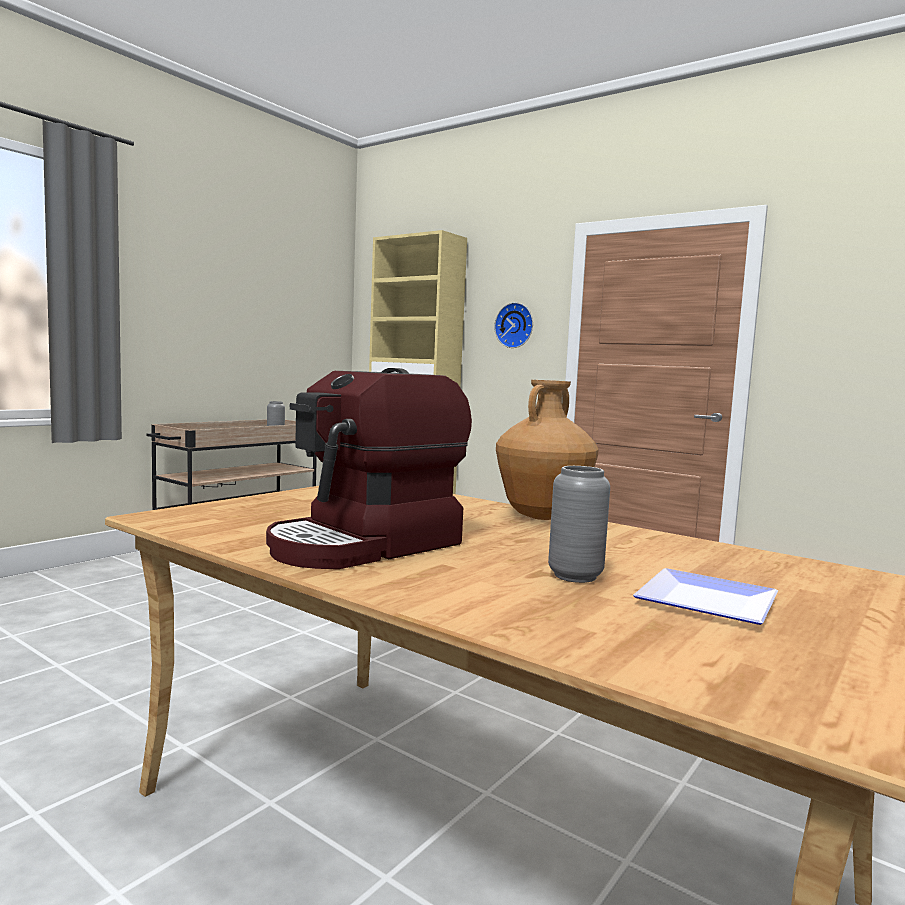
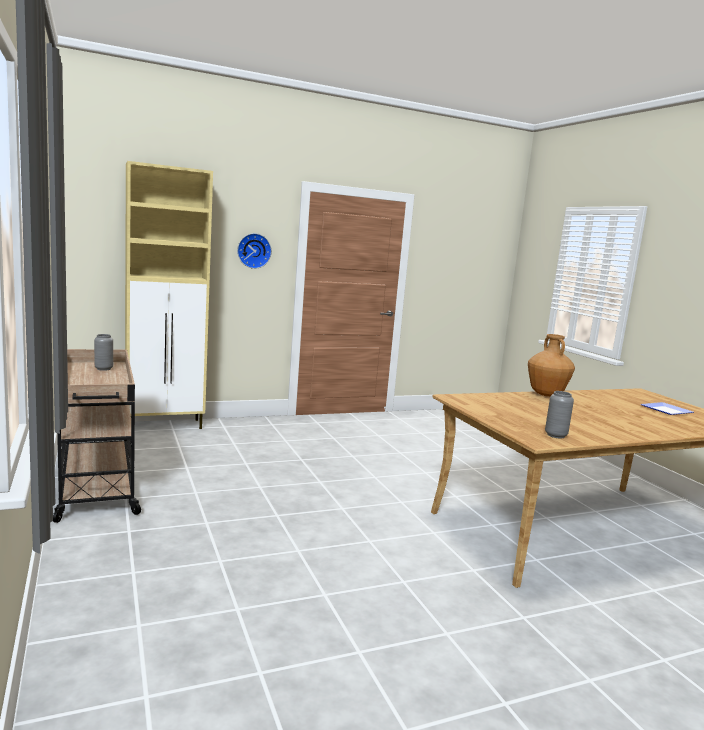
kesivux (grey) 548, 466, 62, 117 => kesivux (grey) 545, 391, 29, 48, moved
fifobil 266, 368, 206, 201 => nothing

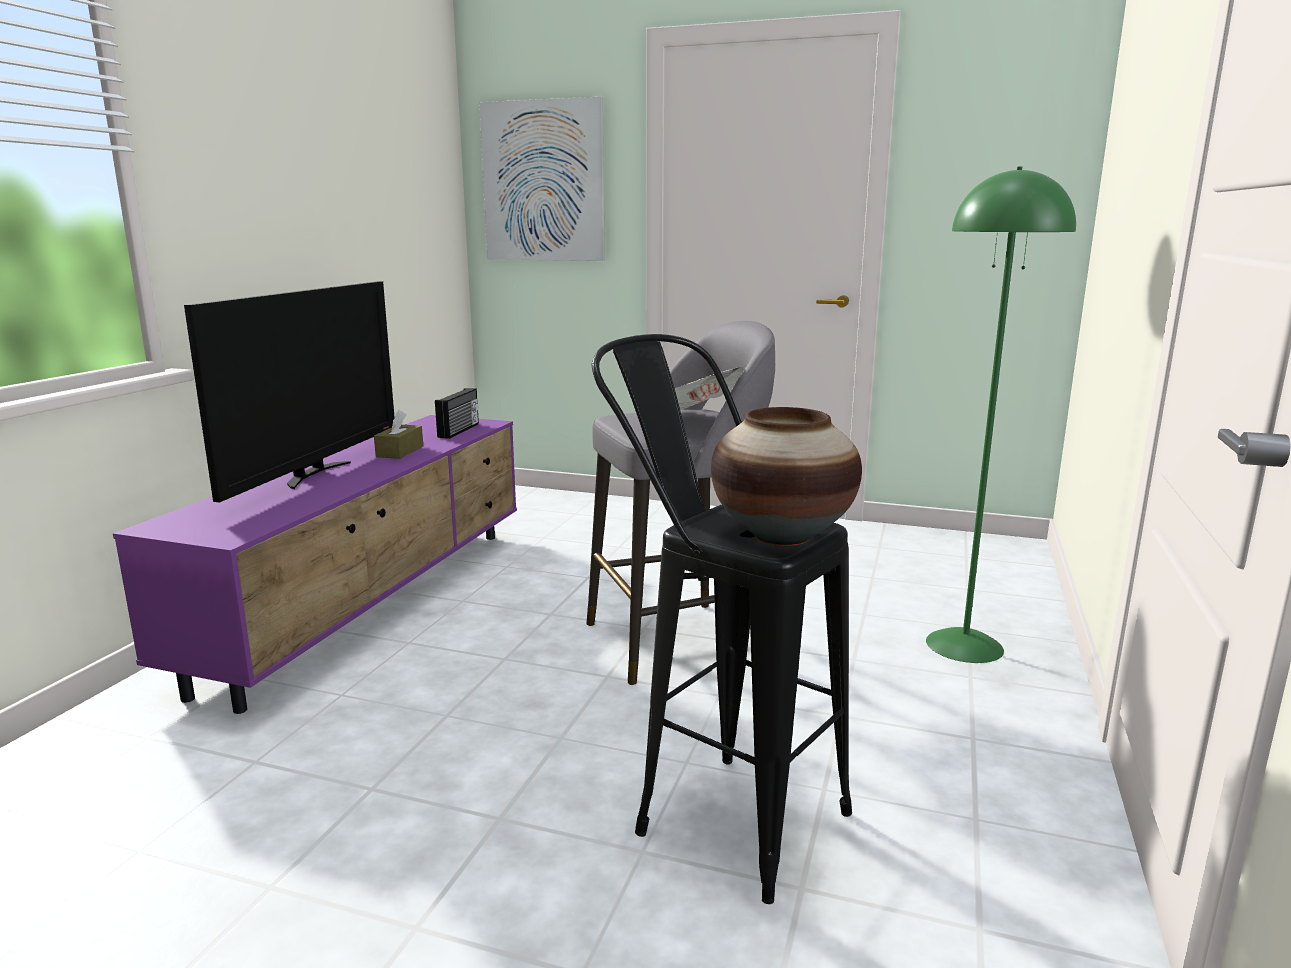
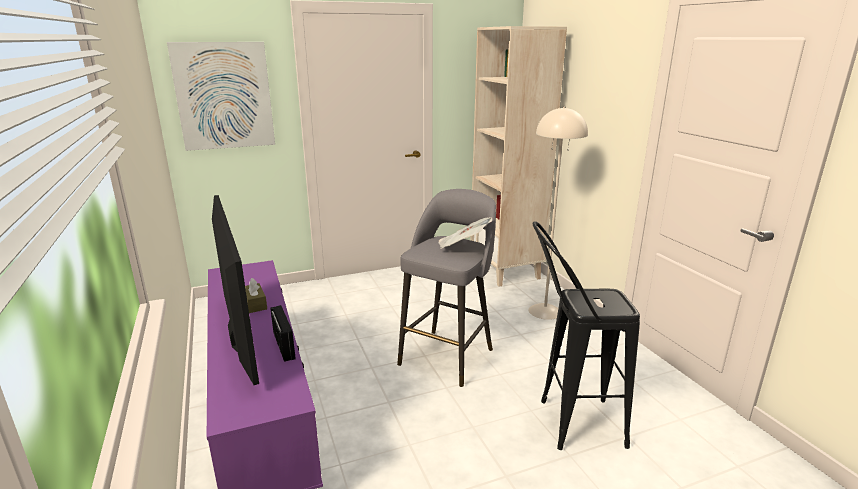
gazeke 435, 388, 44, 51 => gazeke 270, 305, 26, 57, moved
nothing => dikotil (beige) 471, 26, 96, 260
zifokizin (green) 926, 166, 150, 497 => zifokizin (beige) 529, 107, 59, 213
kesivux 711, 407, 151, 139 => nothing

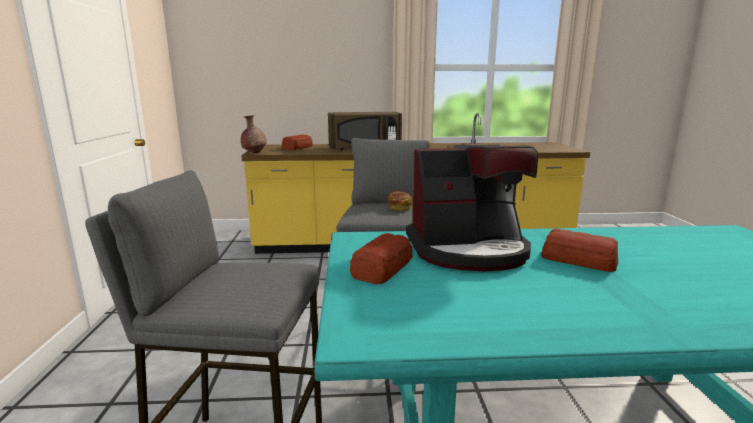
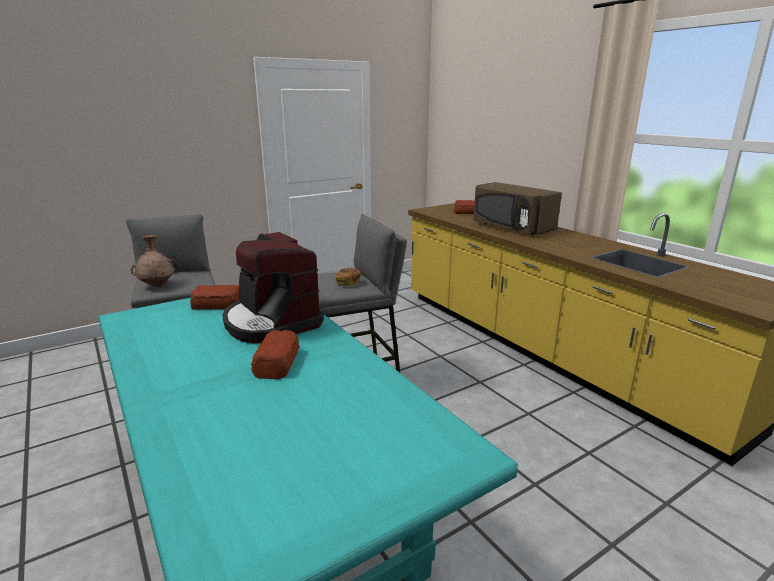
kesivux (brown) 241, 115, 26, 38 => kesivux (brown) 131, 235, 46, 52, moved

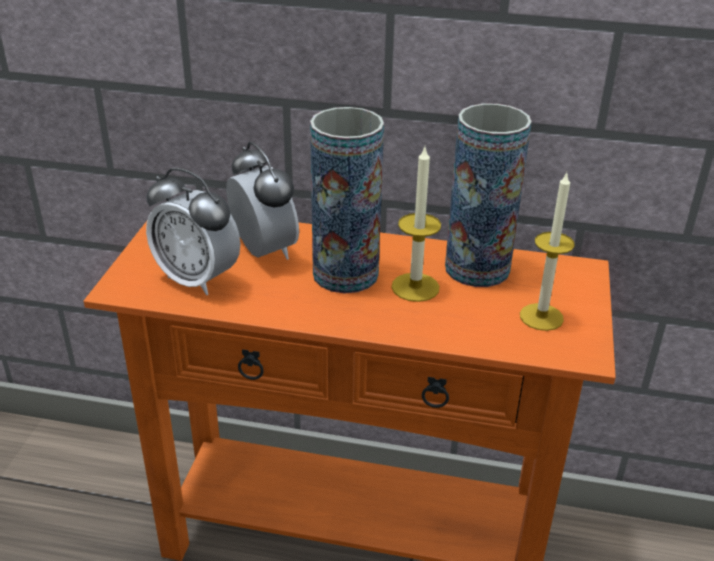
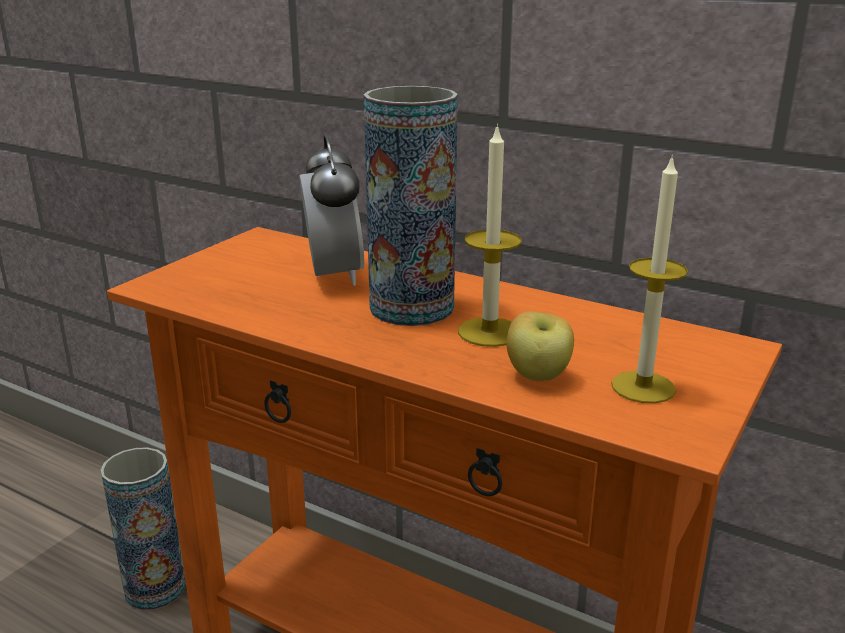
kesivux 445, 103, 87, 184 => kesivux 101, 447, 85, 163, moved
nothing => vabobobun 507, 311, 67, 70
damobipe 146, 168, 95, 127 => nothing

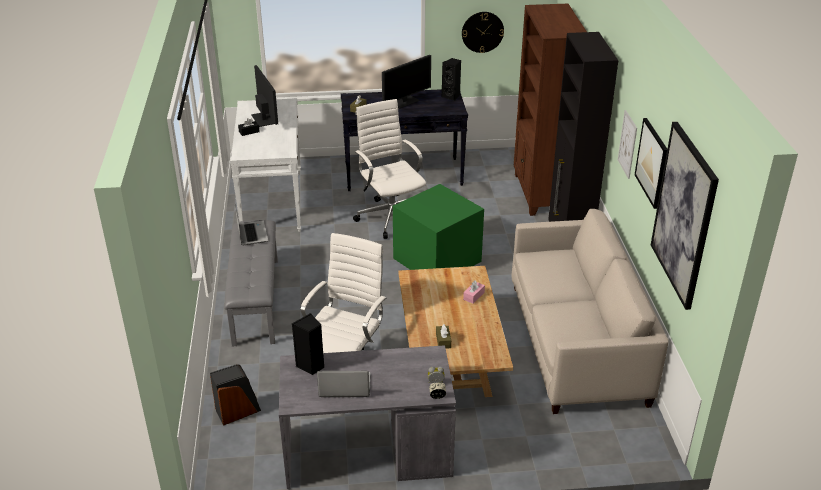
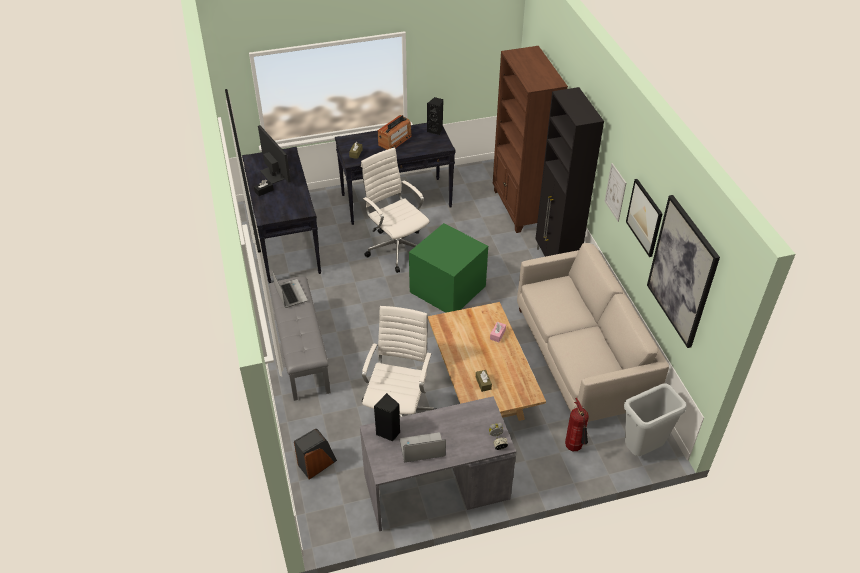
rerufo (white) 230, 98, 71, 134 => rerufo (black) 242, 147, 79, 136
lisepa 382, 55, 49, 54 => gazeke 378, 115, 34, 35
nothing => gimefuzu 565, 398, 24, 53
nothing => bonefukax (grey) 624, 384, 63, 72
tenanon 462, 12, 42, 41 => nothing

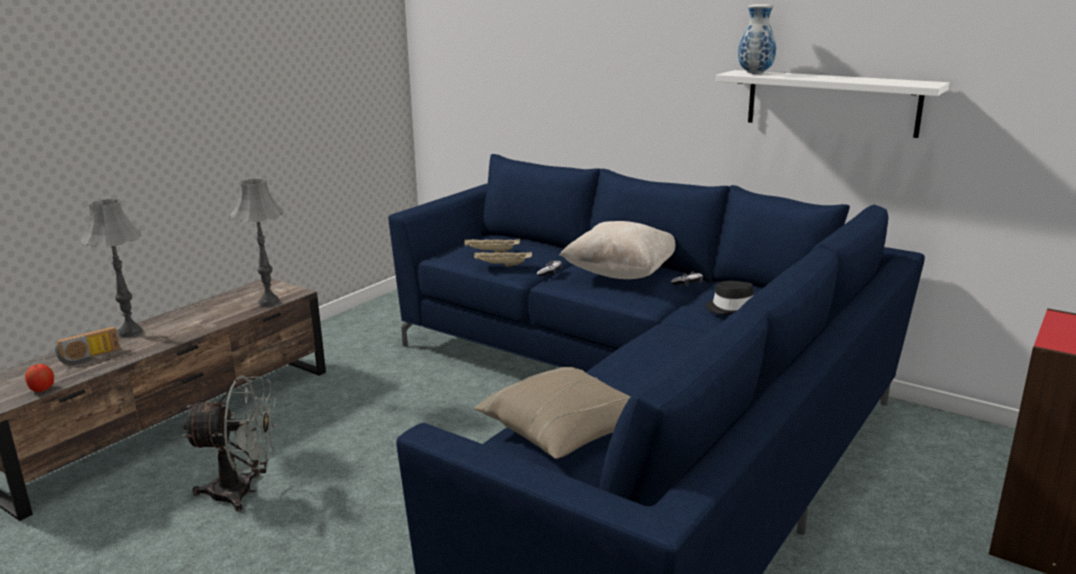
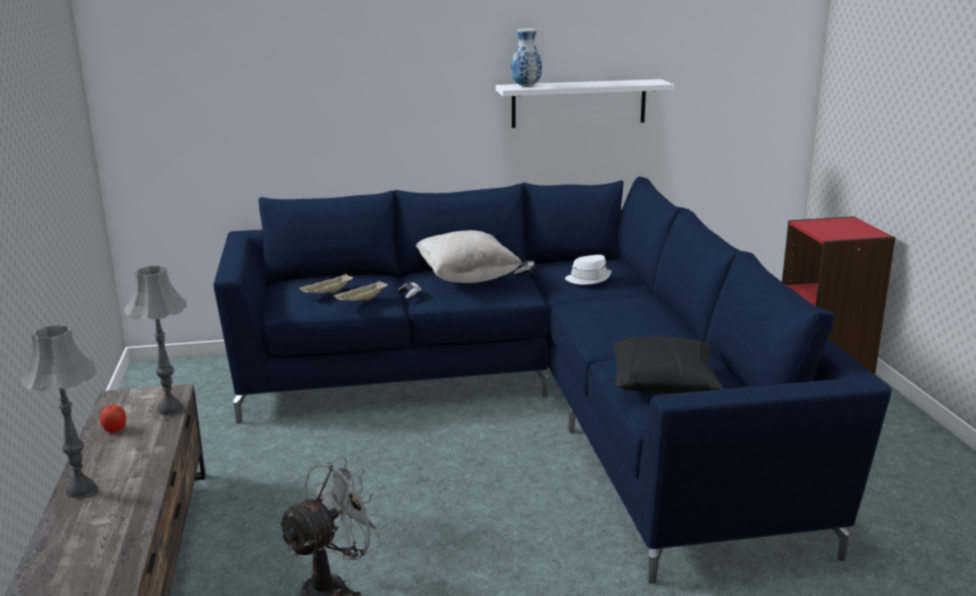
vabobobun 25, 364, 29, 28 => vabobobun 100, 405, 27, 28, moved
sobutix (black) 706, 281, 48, 34 => sobutix (white) 565, 255, 47, 30
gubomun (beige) 474, 367, 157, 92 => gubomun (black) 614, 336, 109, 58
gazeke 55, 326, 65, 39 => nothing

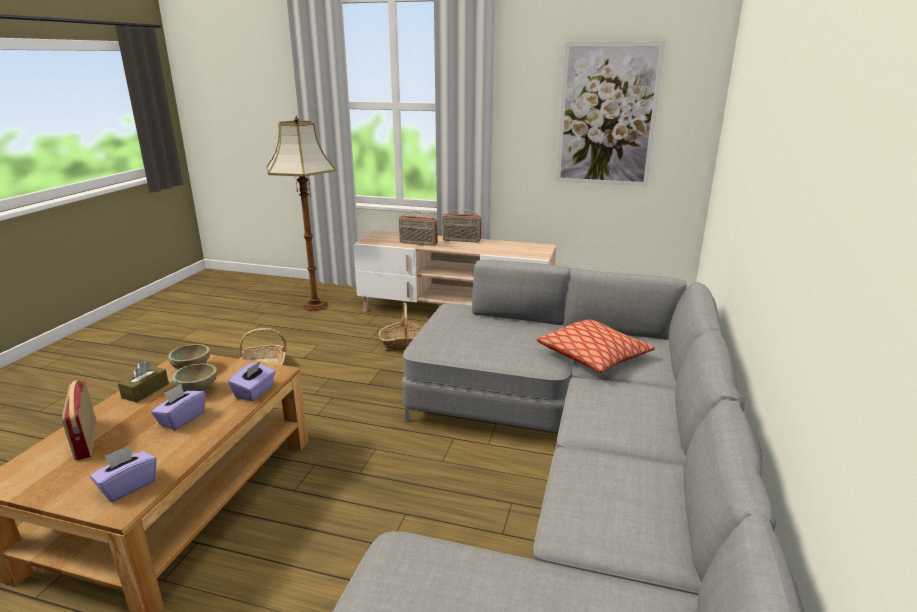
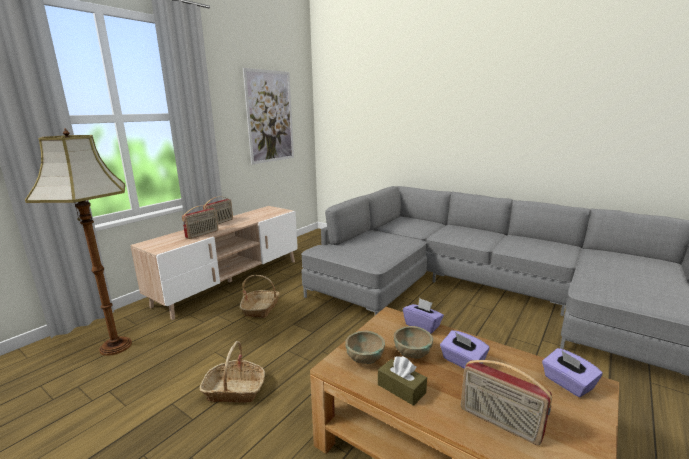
gazeke 62, 380, 34, 80 => gazeke 461, 360, 91, 85, 45 degrees clockwise
gubomun 537, 319, 118, 54 => nothing

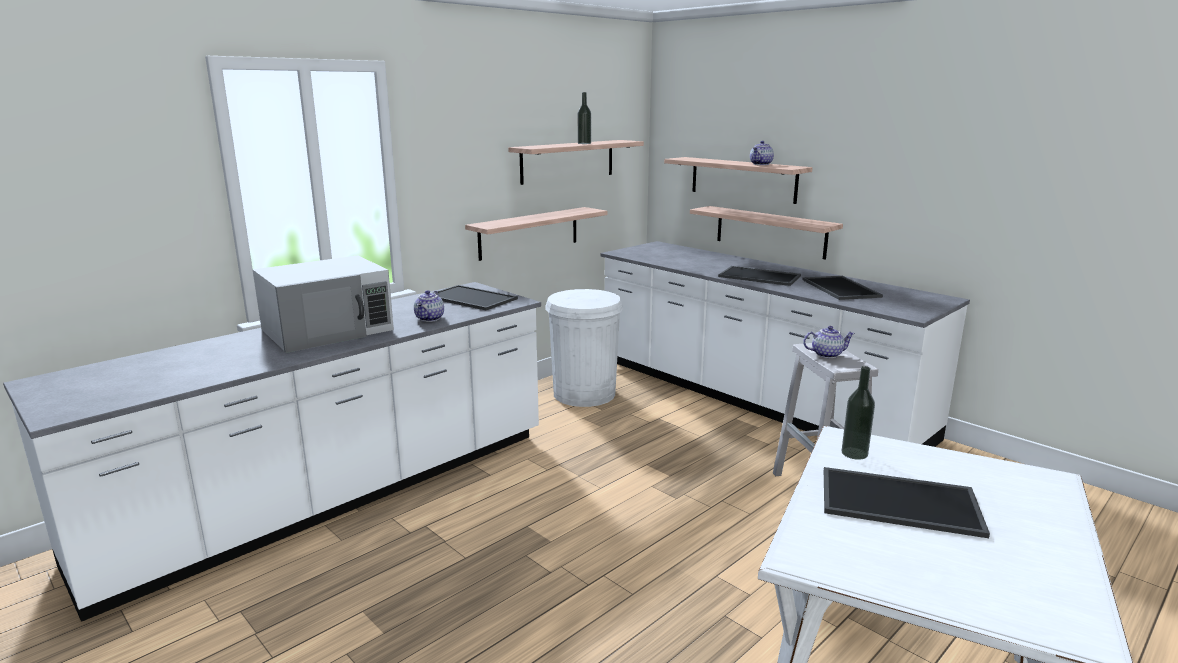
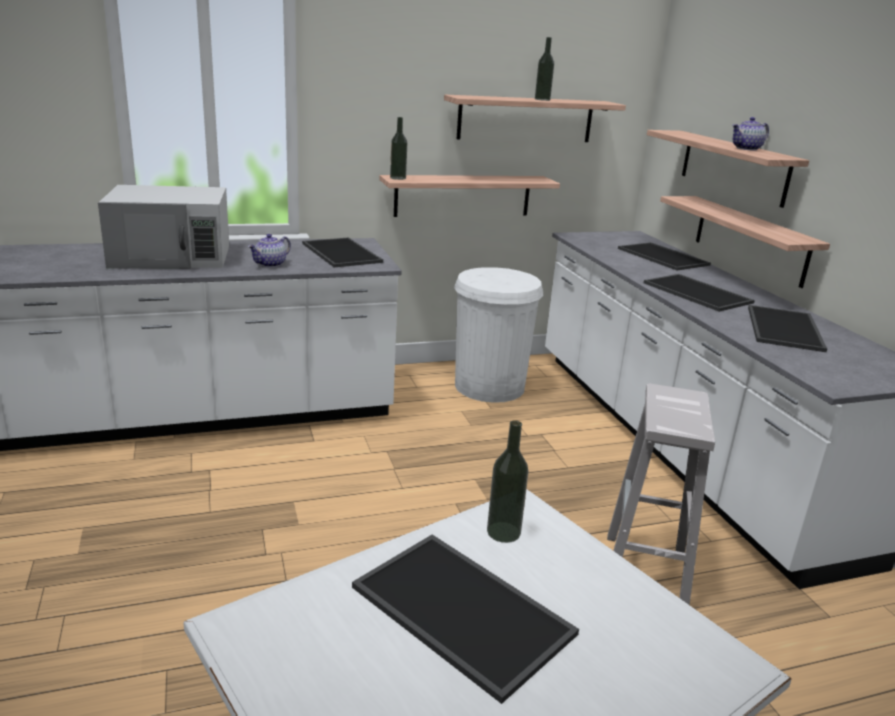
nothing => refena 390, 117, 17, 63
nothing => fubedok 618, 242, 93, 29
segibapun 803, 326, 52, 32 => nothing

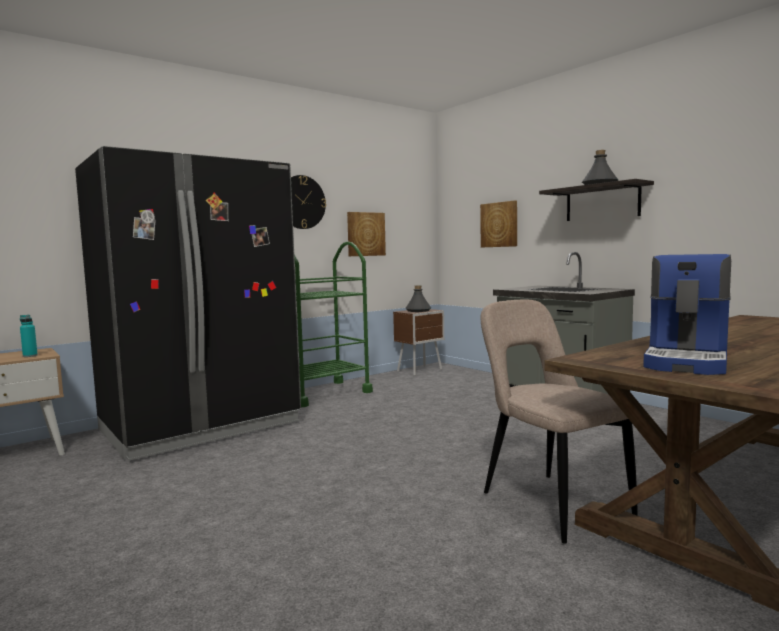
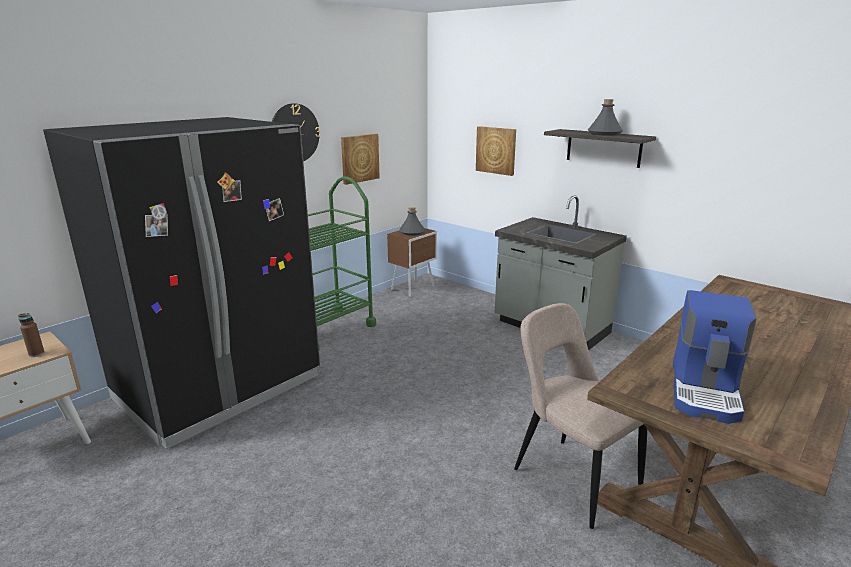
refena (turquoise) 20, 315, 18, 42 => refena (brown) 18, 313, 27, 44

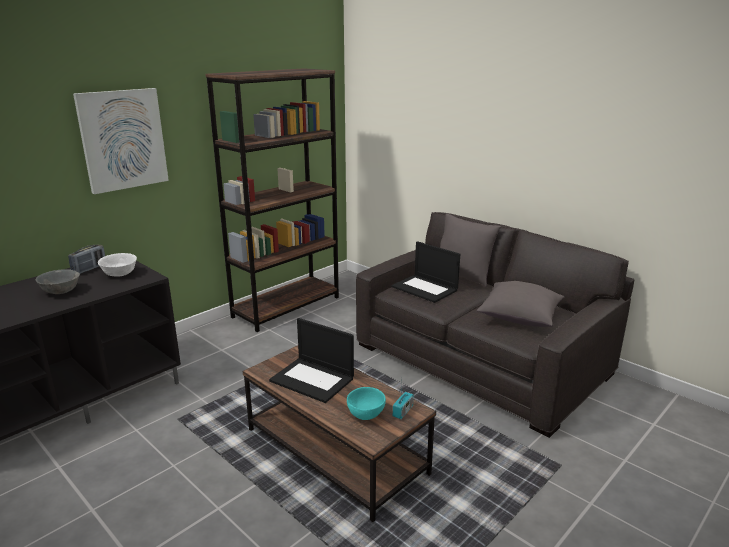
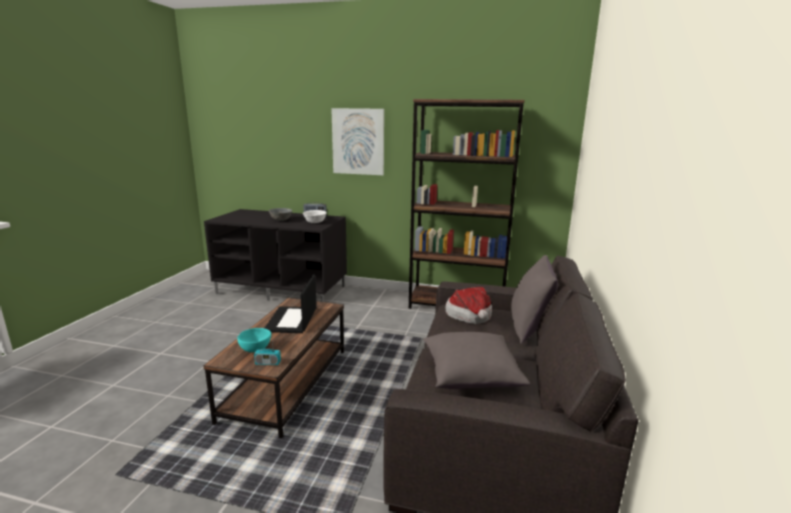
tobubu 392, 241, 68, 62 => sobutix 445, 287, 47, 37

